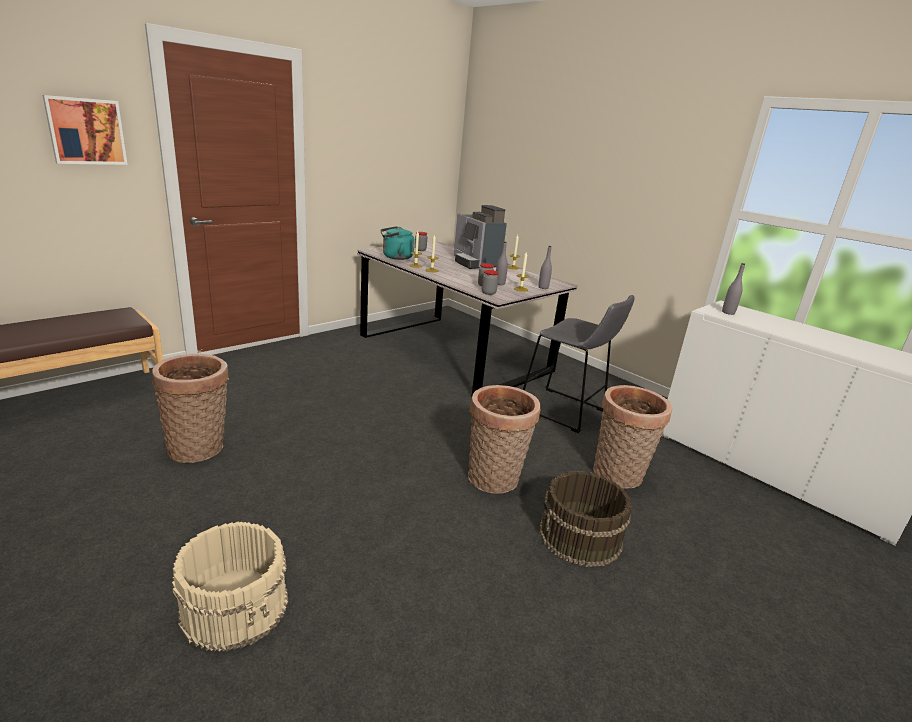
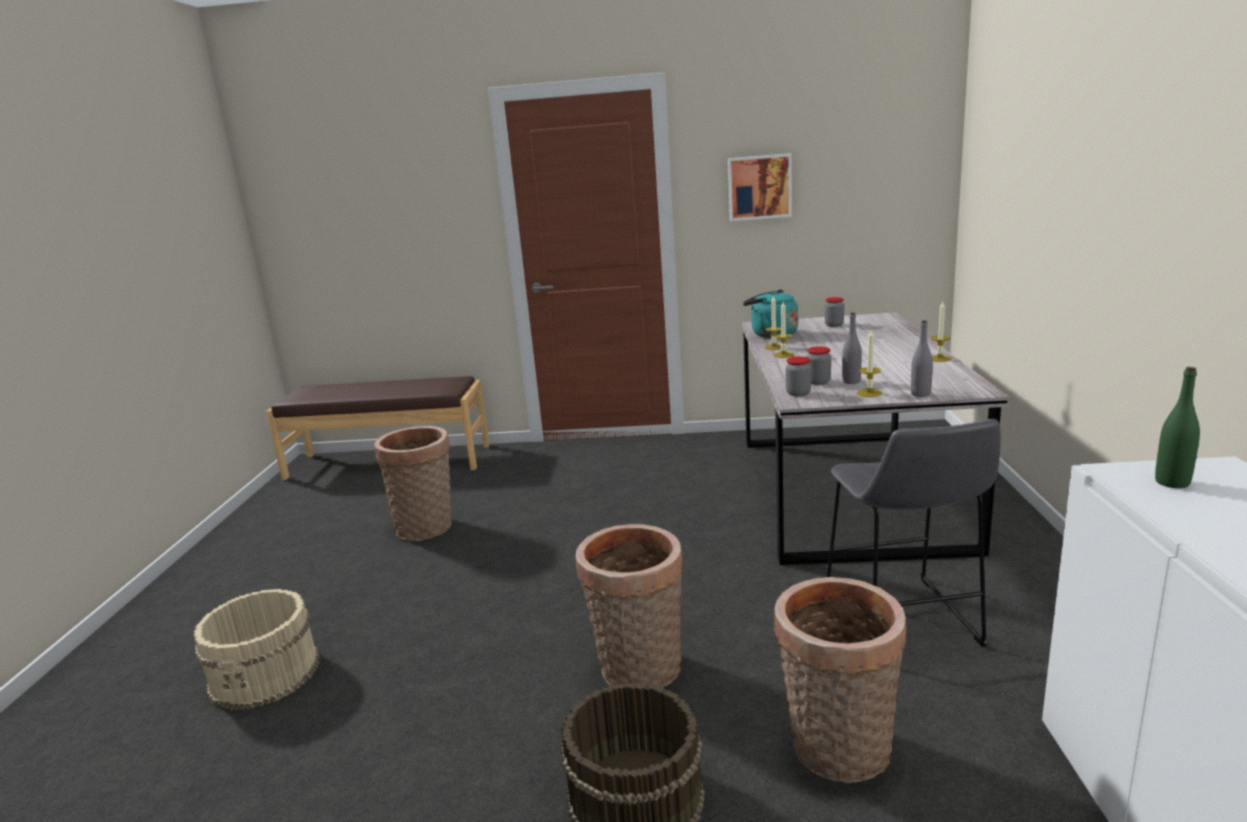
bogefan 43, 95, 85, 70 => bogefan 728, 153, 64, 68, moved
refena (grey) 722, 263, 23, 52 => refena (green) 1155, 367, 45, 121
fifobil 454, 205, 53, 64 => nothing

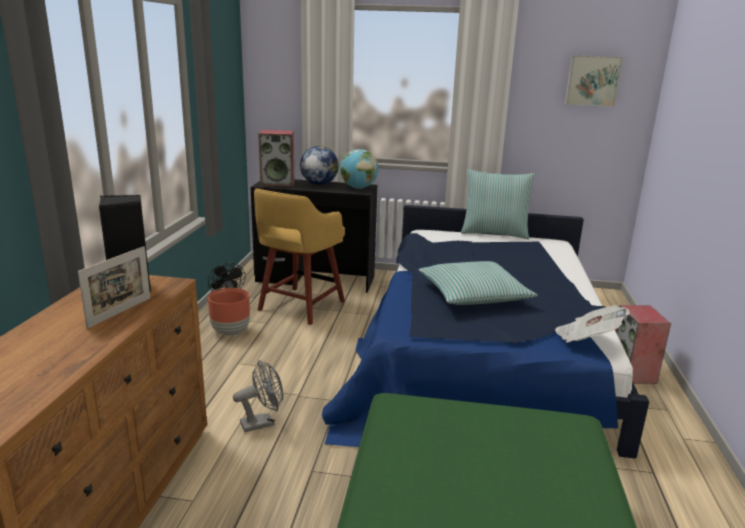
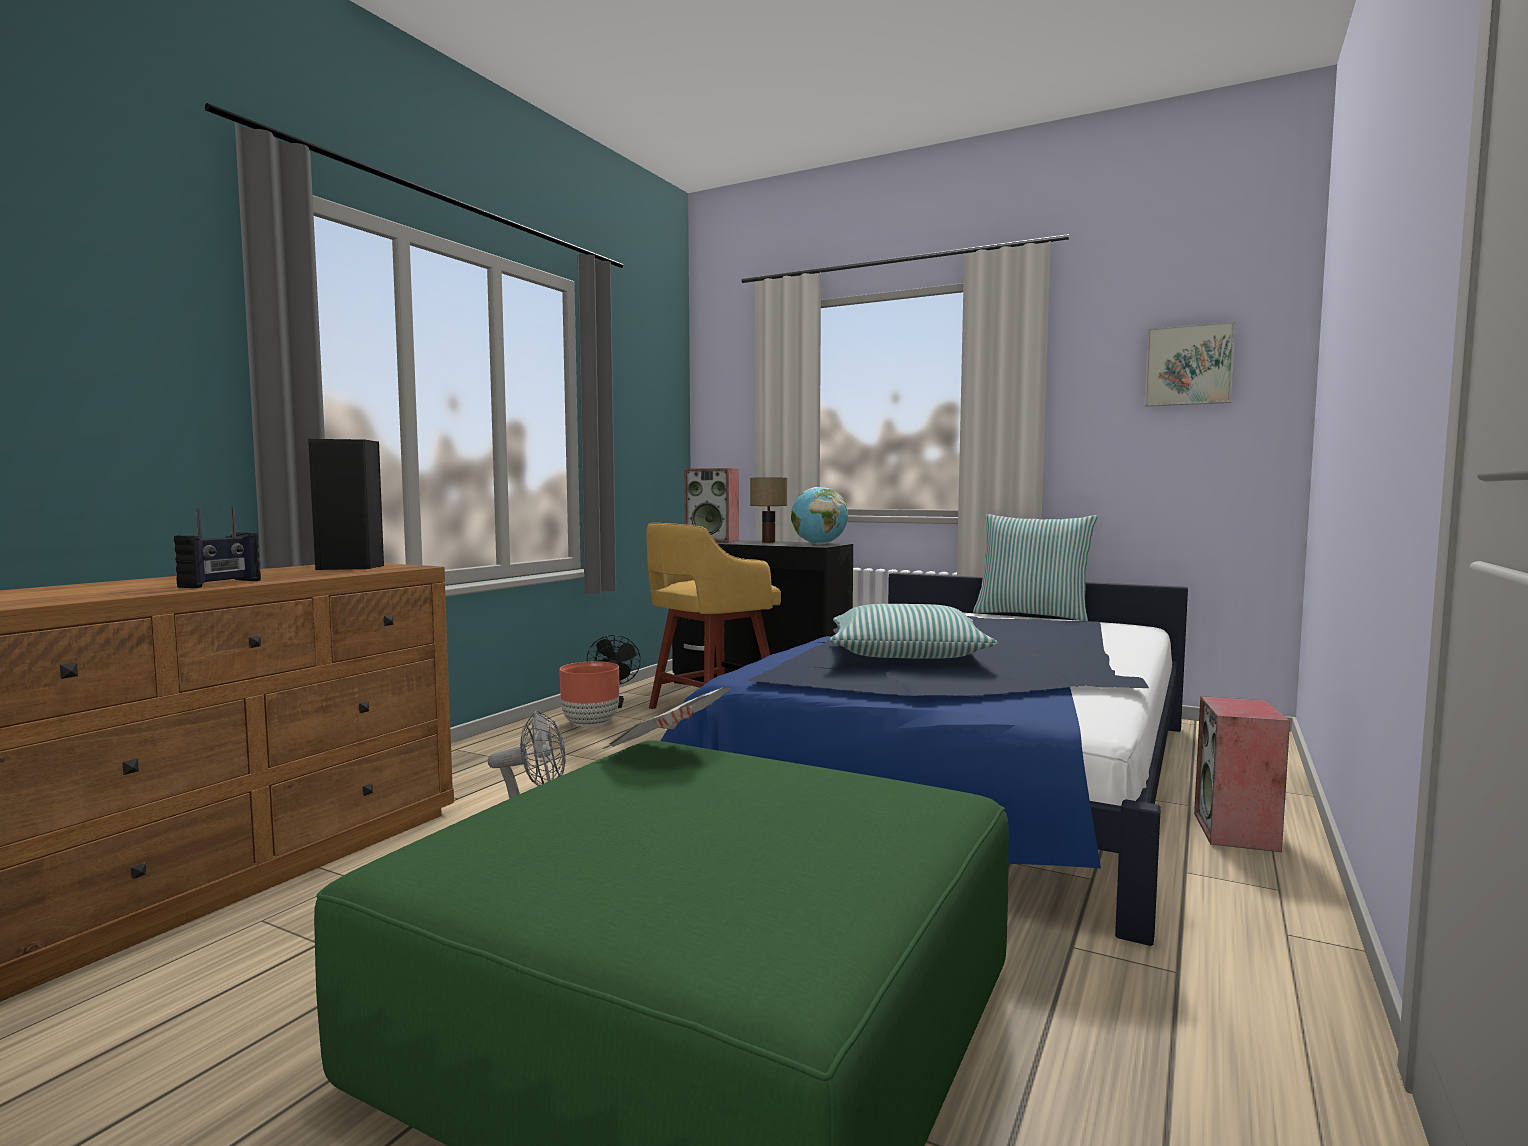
nothing => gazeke 174, 507, 87, 81
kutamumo 555, 305, 75, 38 => kutamumo 602, 687, 128, 62, moved
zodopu 300, 146, 39, 39 => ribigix 750, 477, 37, 66
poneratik 78, 246, 72, 83 => nothing

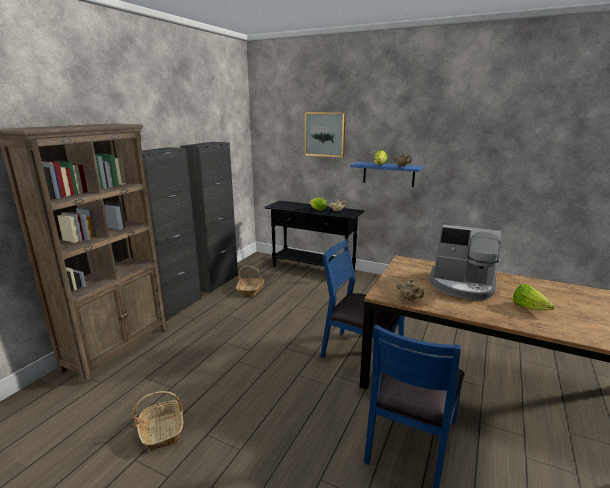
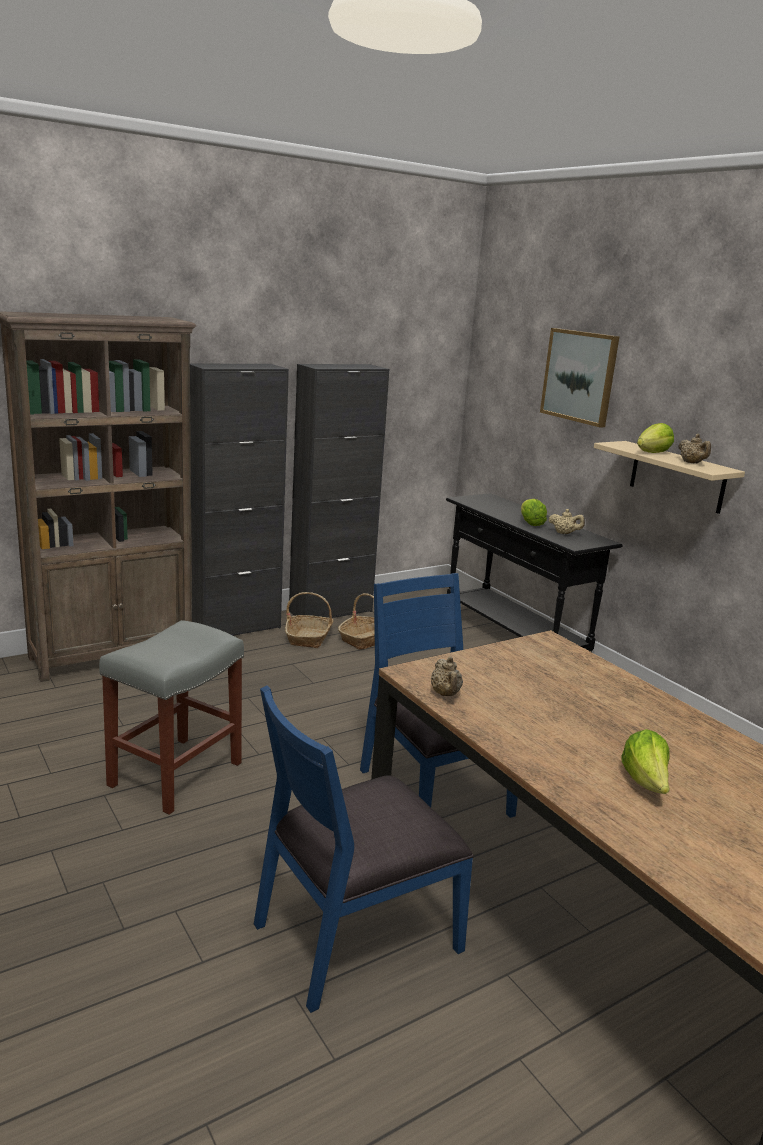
nothing => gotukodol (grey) 99, 620, 145, 195
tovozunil 133, 391, 51, 60 => tovozunil 285, 592, 48, 56, moved
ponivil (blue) 350, 162, 74, 25 => ponivil (beige) 594, 441, 151, 73
fifobil 429, 225, 72, 75 => nothing

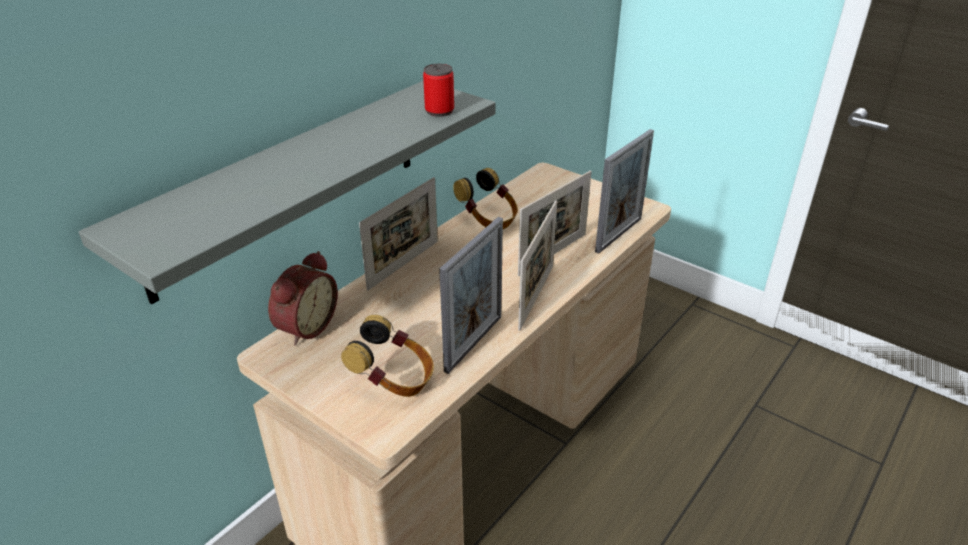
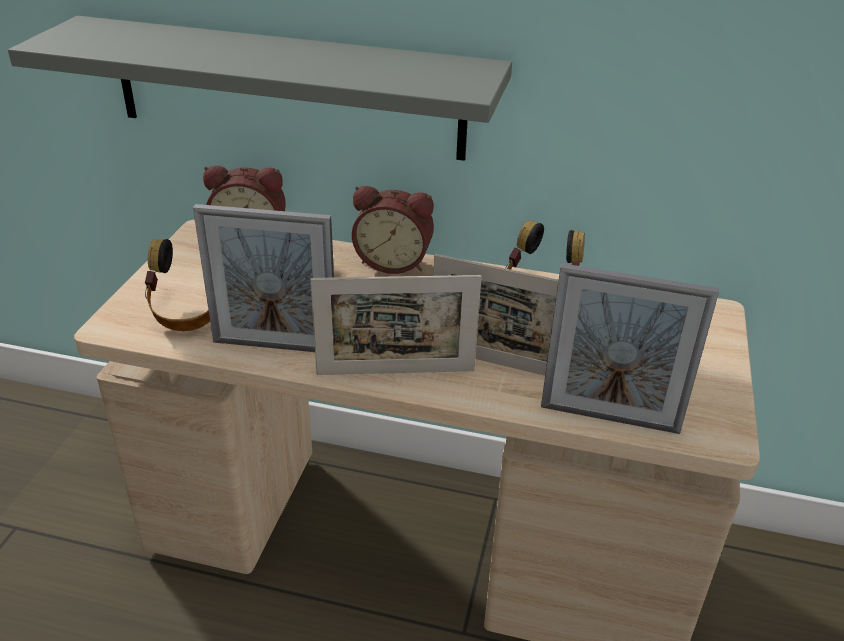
poneratik 359, 177, 79, 113 => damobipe 352, 186, 82, 88
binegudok 423, 64, 31, 53 => nothing

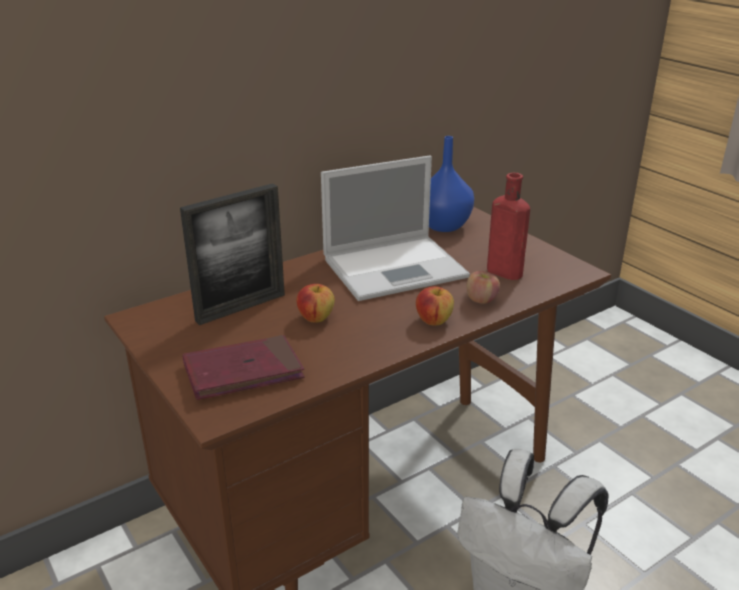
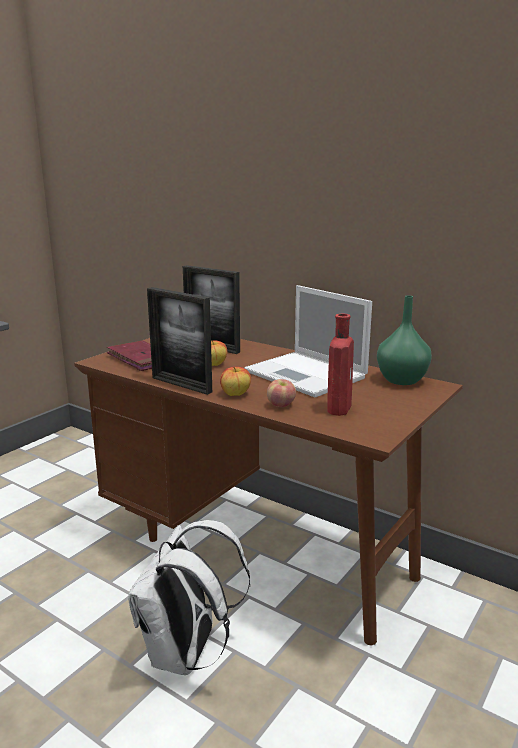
nothing => poneratik 147, 287, 65, 108
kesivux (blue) 429, 136, 45, 96 => kesivux (green) 377, 295, 55, 90

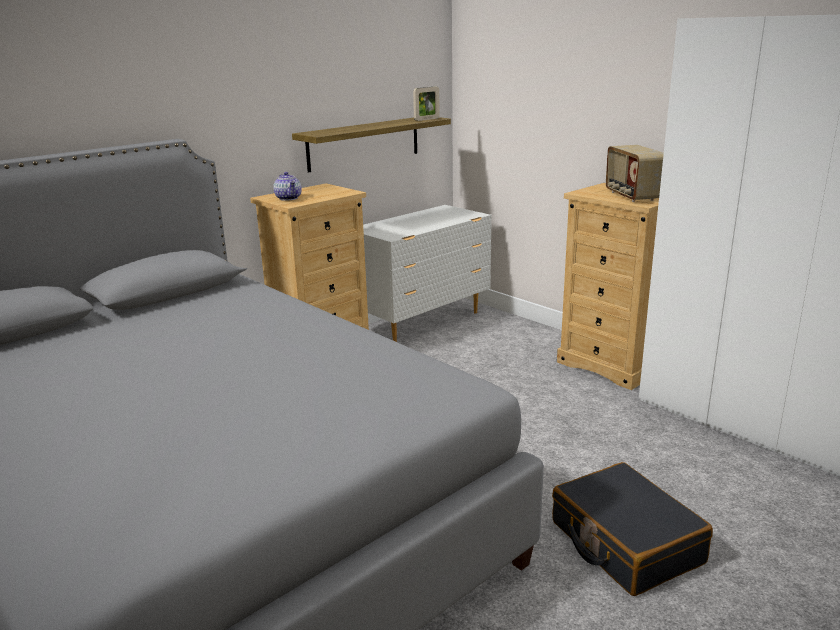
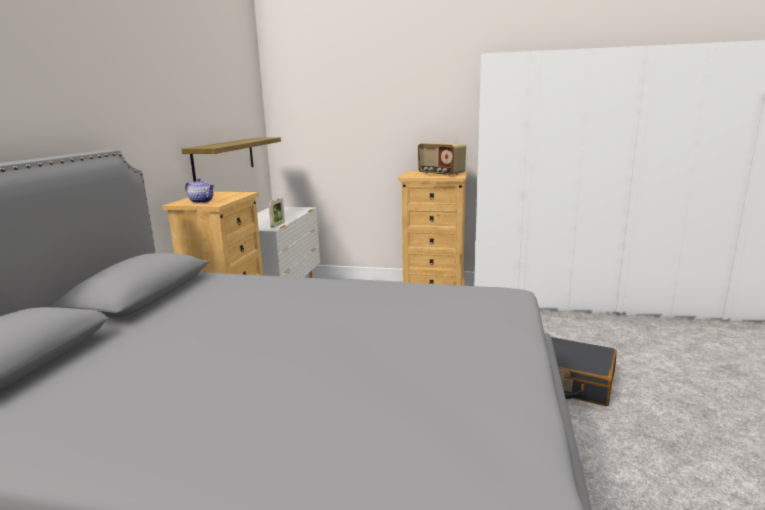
poneratik 413, 87, 27, 34 => poneratik 269, 198, 16, 30, moved

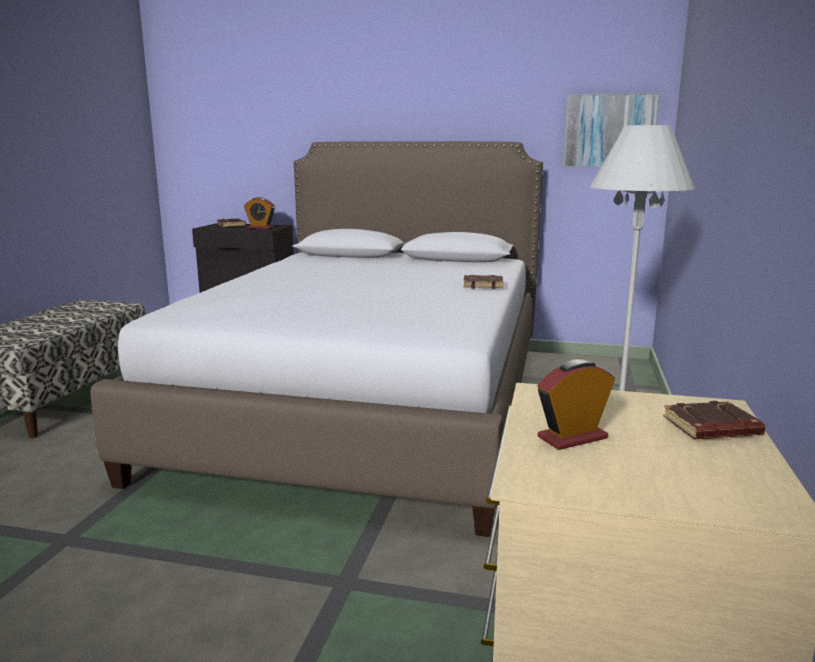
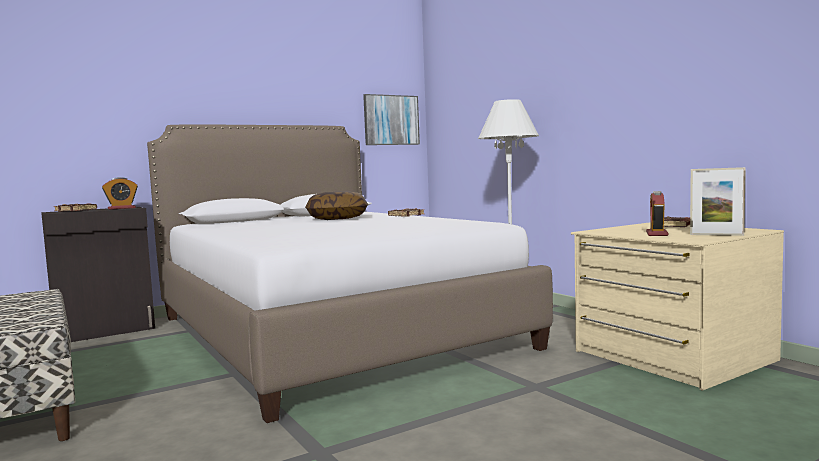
nothing => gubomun 305, 191, 63, 29
nothing => poneratik 690, 167, 56, 69

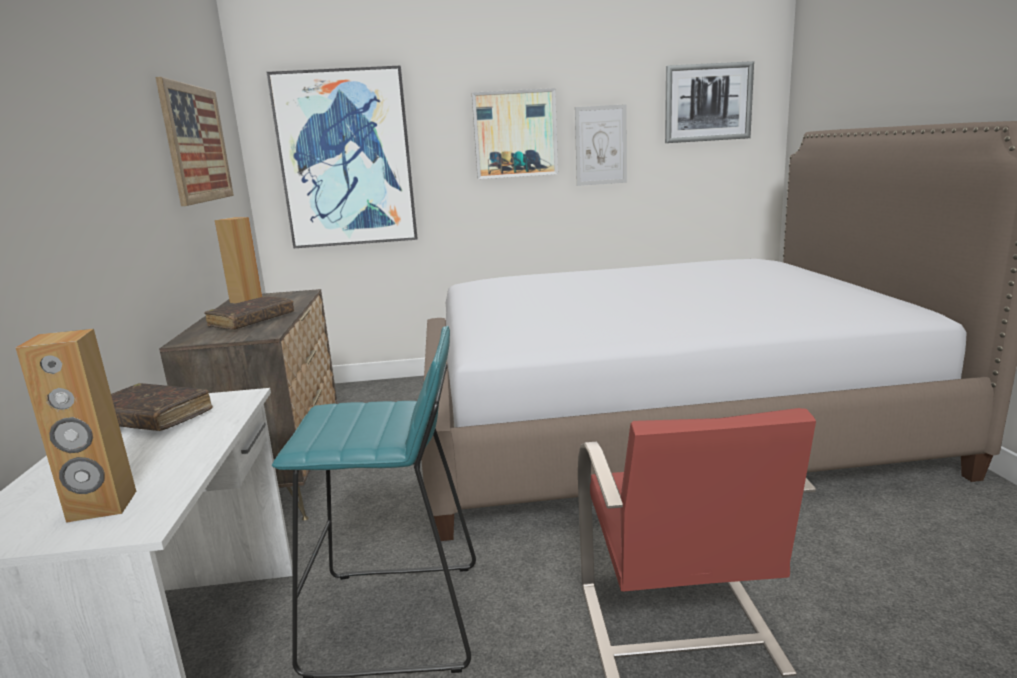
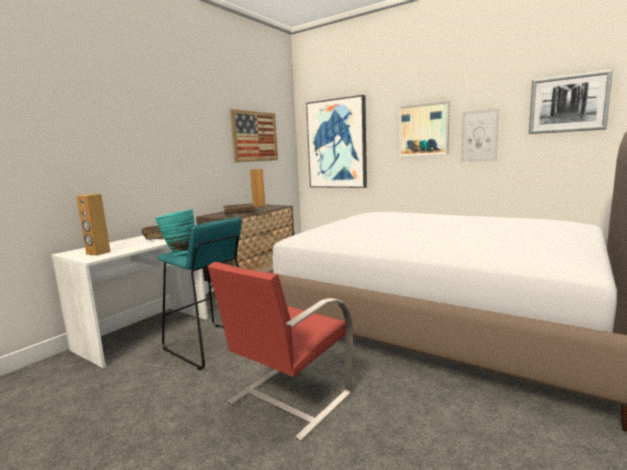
nothing => kesivux (turquoise) 155, 209, 40, 46

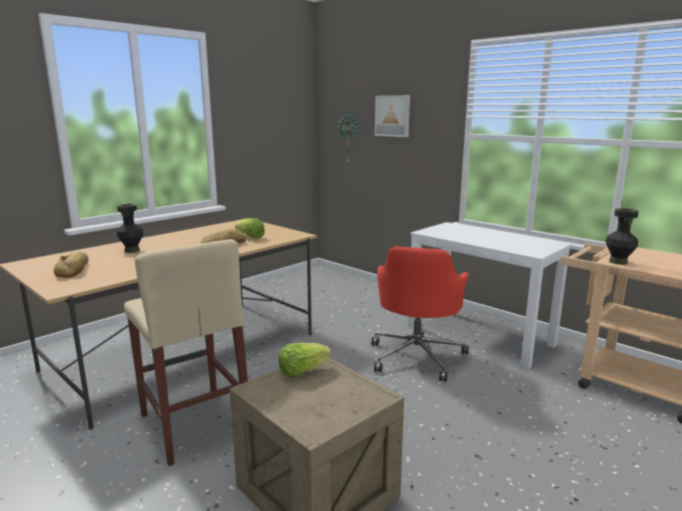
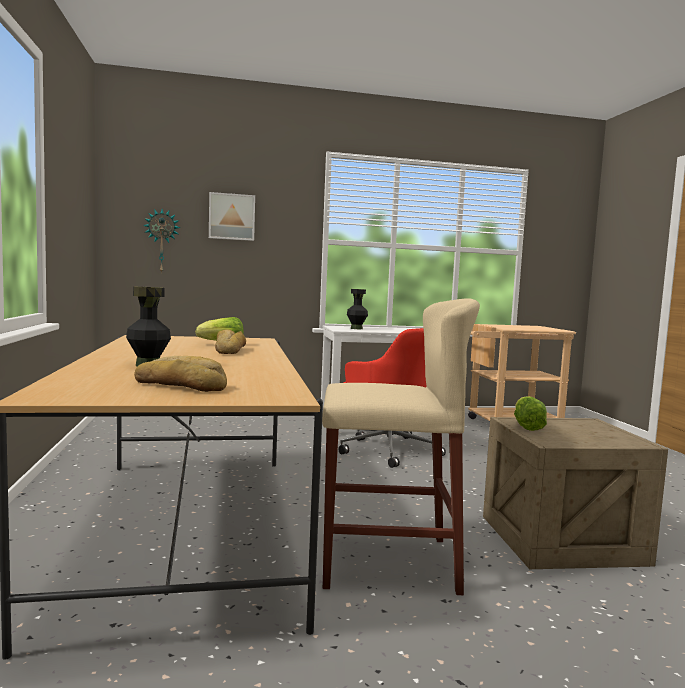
kesivux (black) 605, 208, 34, 57 => kesivux (black) 347, 289, 21, 40, moved

